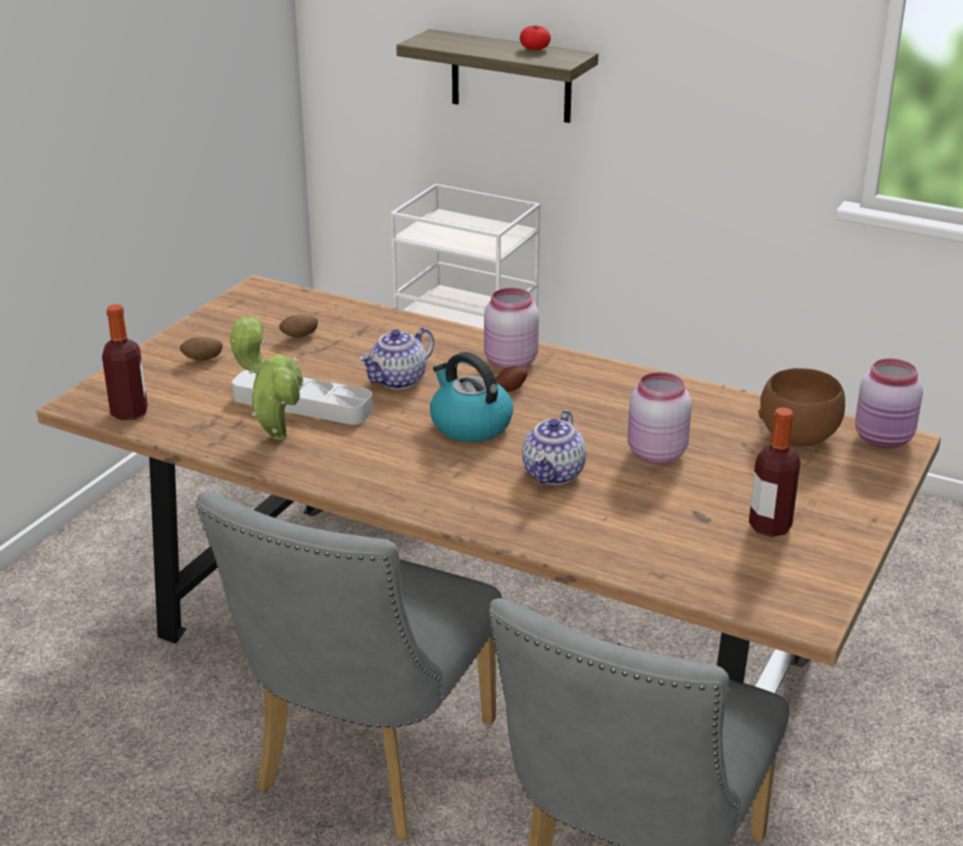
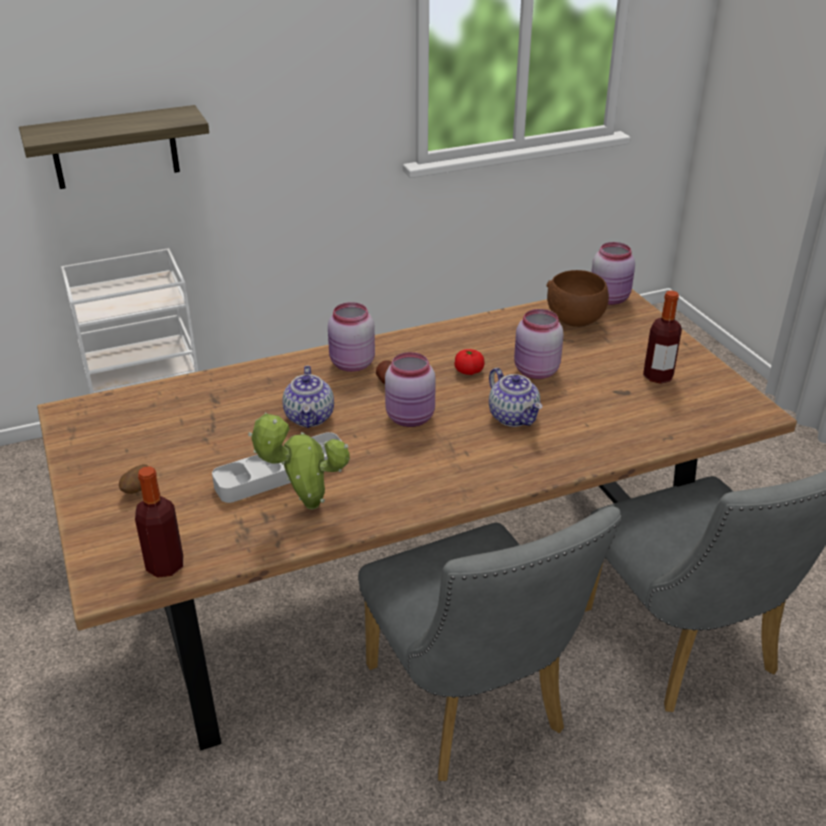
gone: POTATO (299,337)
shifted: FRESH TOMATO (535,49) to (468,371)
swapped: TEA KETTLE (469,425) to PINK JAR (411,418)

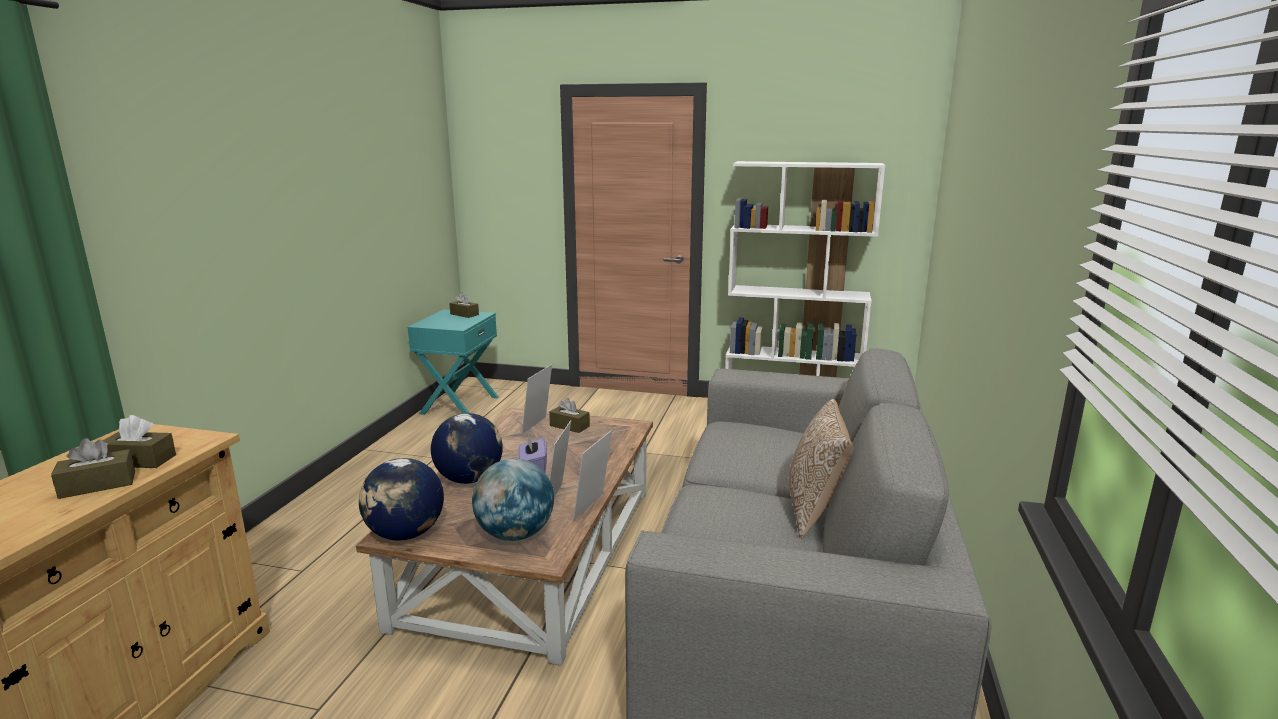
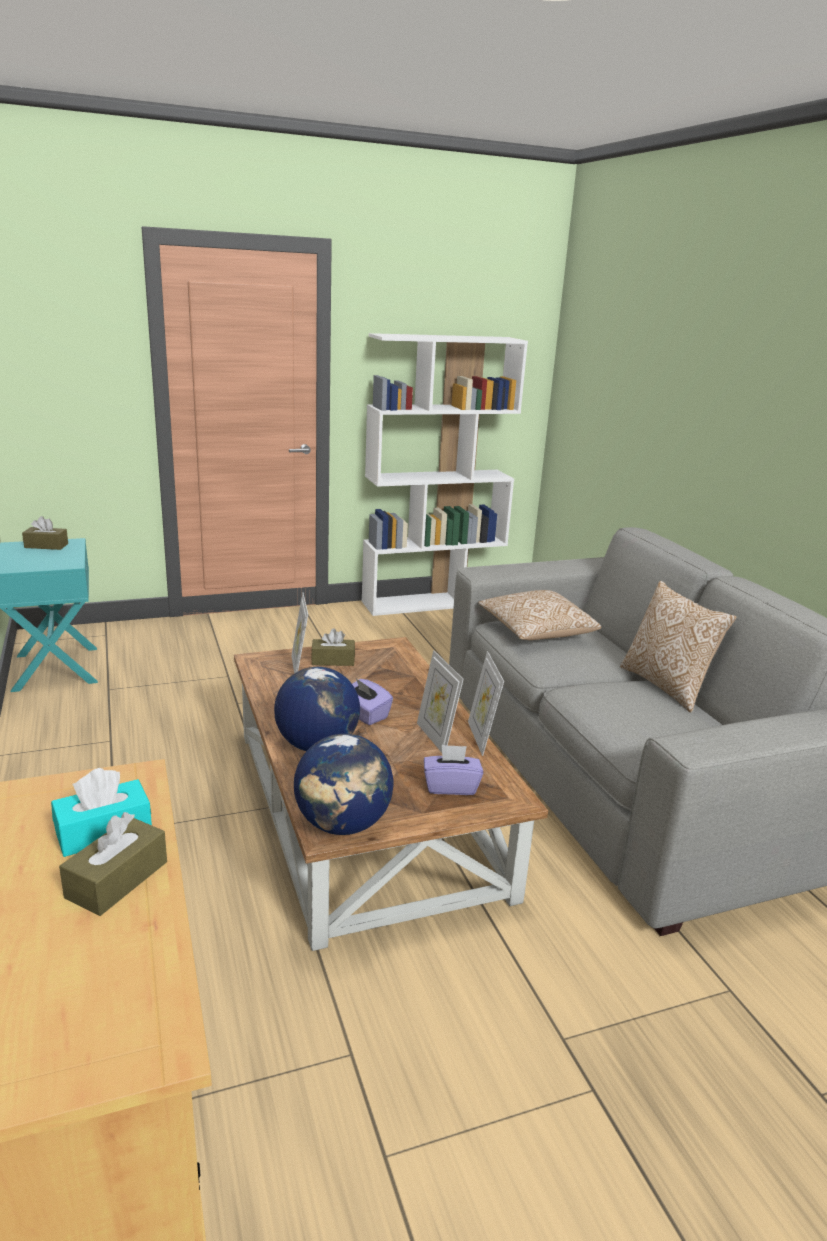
new: THROW PILLOW (535,632)
swapped: DESK GLOBE (515,534) to PURPLE TISSUE BOX (451,786)
repainted: BROWN TISSUE BOX (139,461) to TURQUOISE TISSUE BOX (104,832)

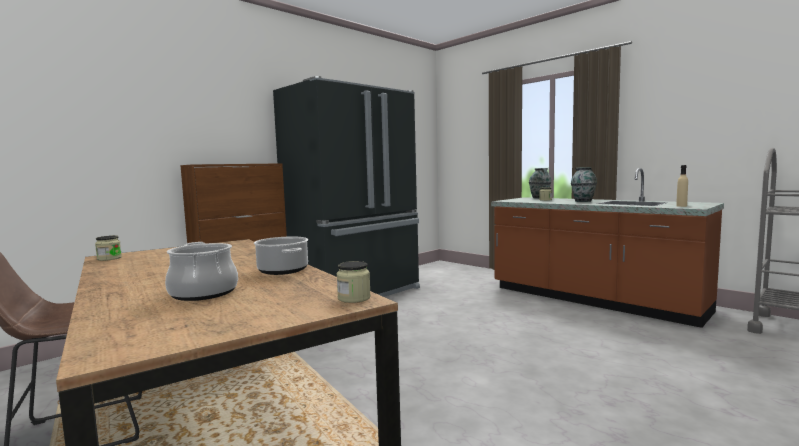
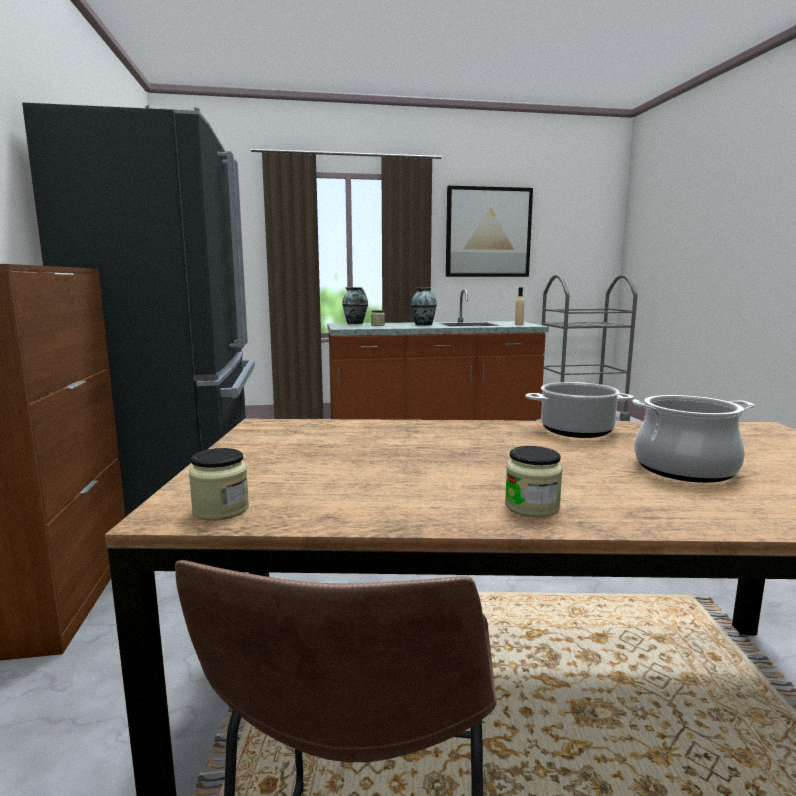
new: PICTURE (488,232)
shifted: JAR (354,298) to (532,507)

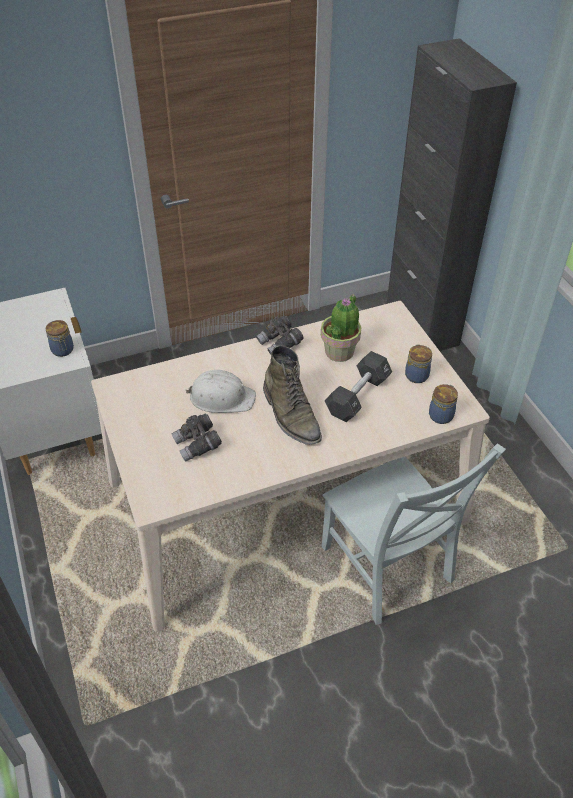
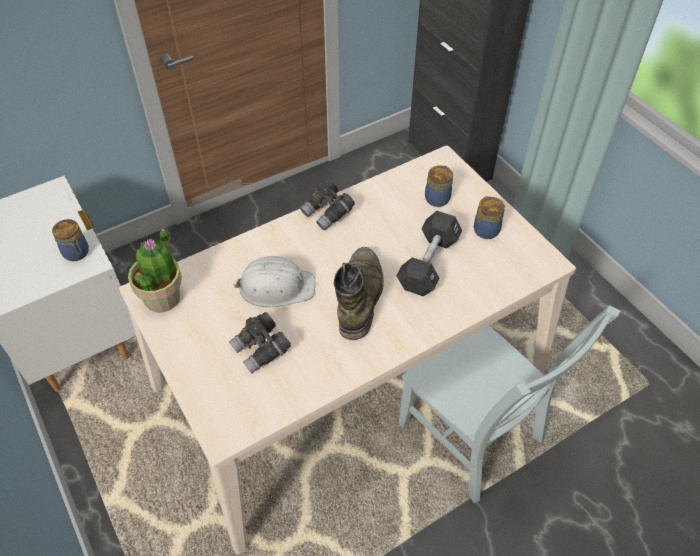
shifted: POTTED PLANT (340,351) to (163,297); JAR (441,415) to (437,198)
rotated: GREEN-COLOURED BOOT (291,414) = (360,296) 135 degrees counterclockwise

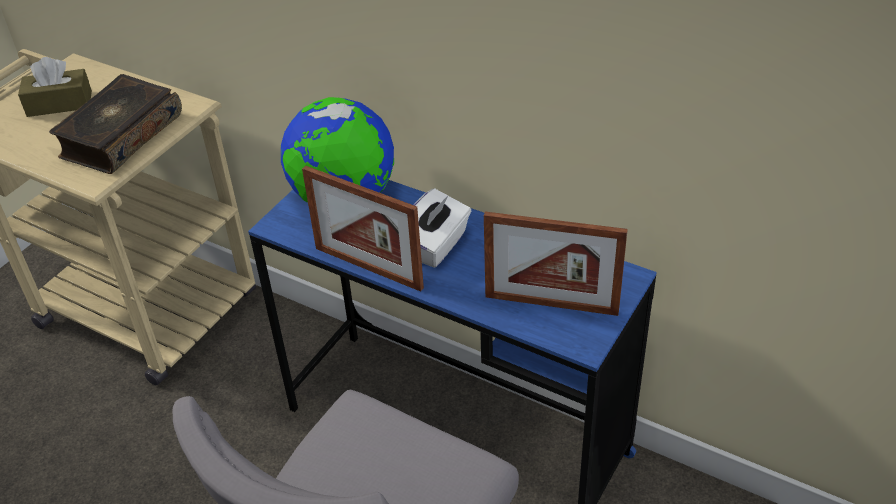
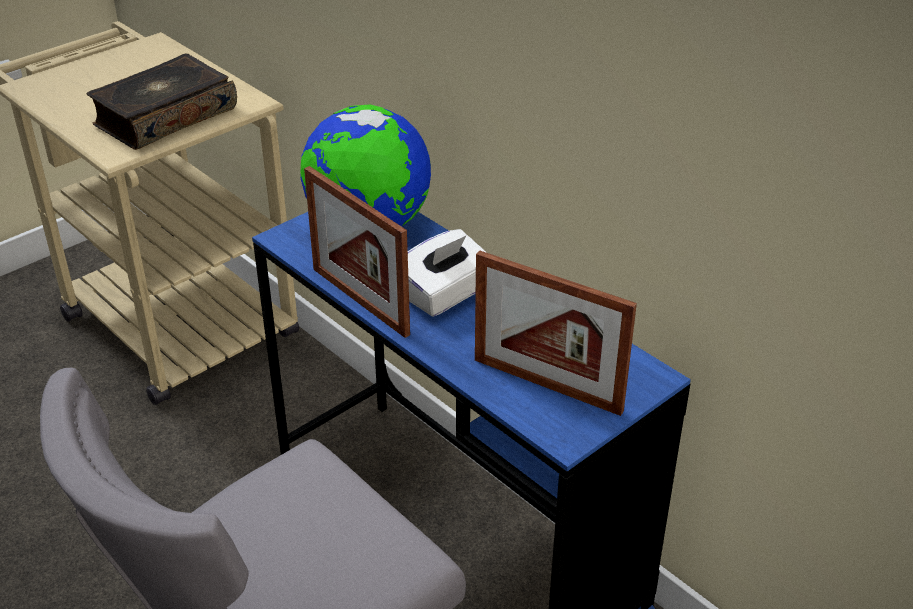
gone: BROWN TISSUE BOX (59,104)

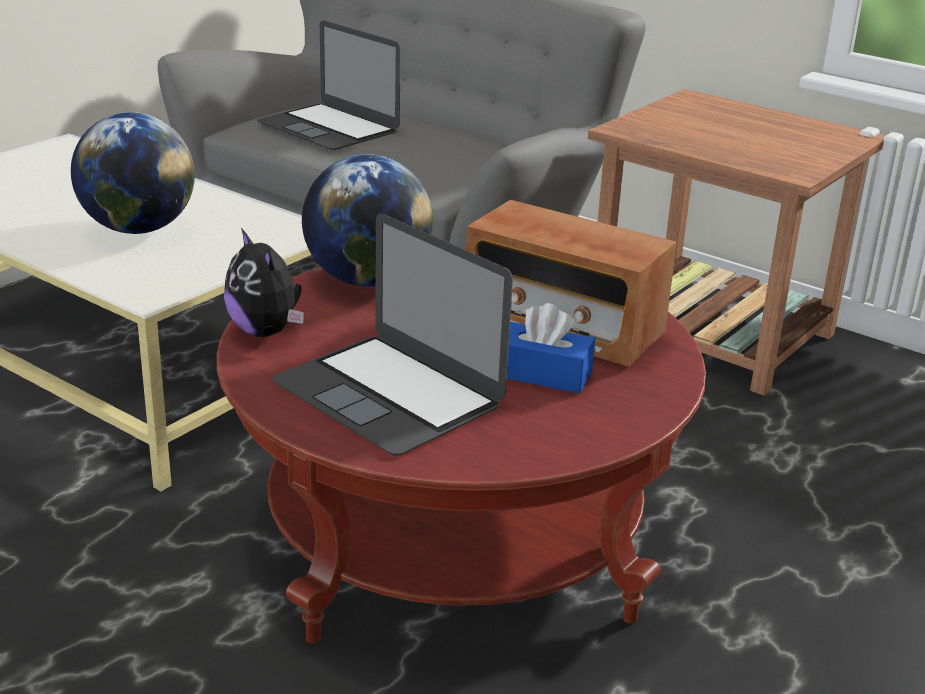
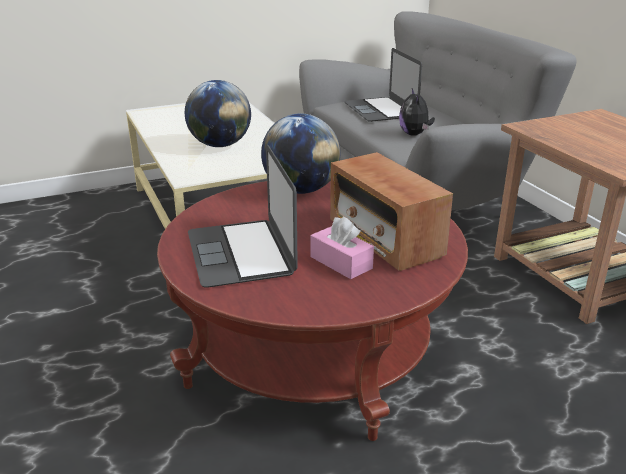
shifted: SOFT TOY (266,331) to (414,134)
repainted: BLUE-COLOURED TISSUE BOX (542,374) to PINK TISSUE BOX (341,262)

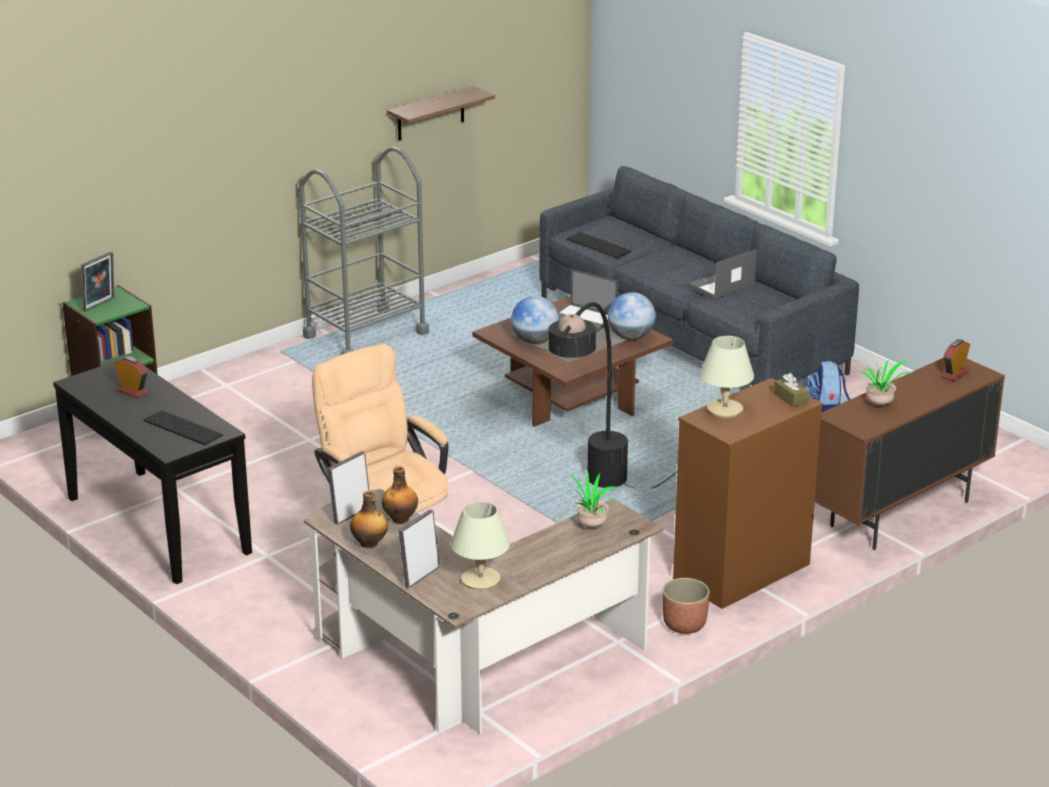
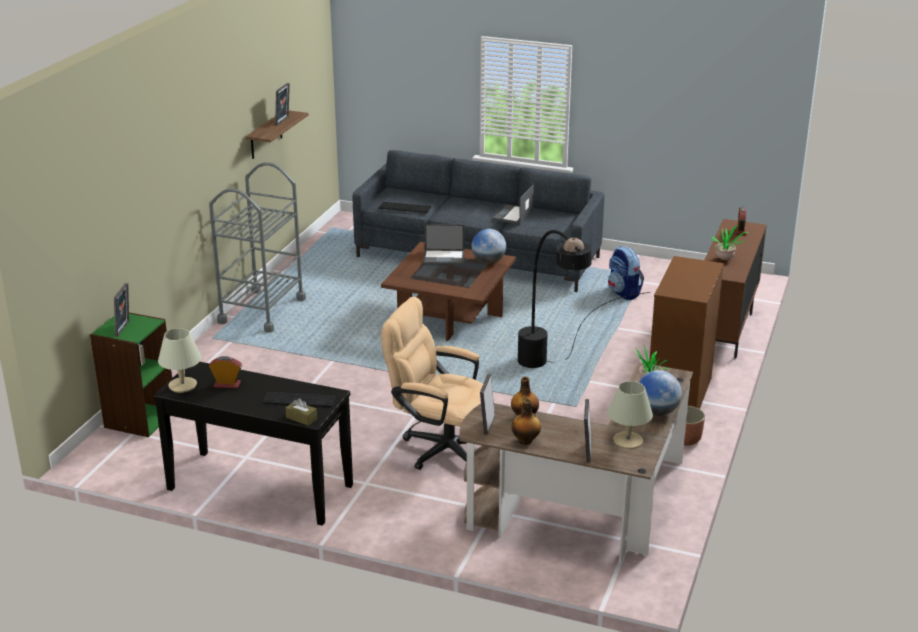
new: STANDING FRAME (283,121)
shifted: SAND-COLOURED TABLETOP LAMP (724,410) to (182,386); BROWN TISSUE BOX (790,398) to (301,418); DESK GLOBE (535,341) to (657,412)

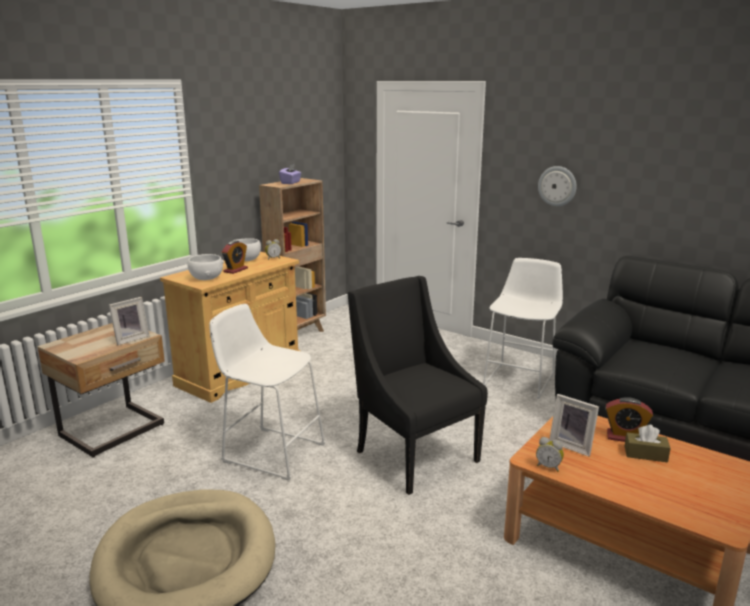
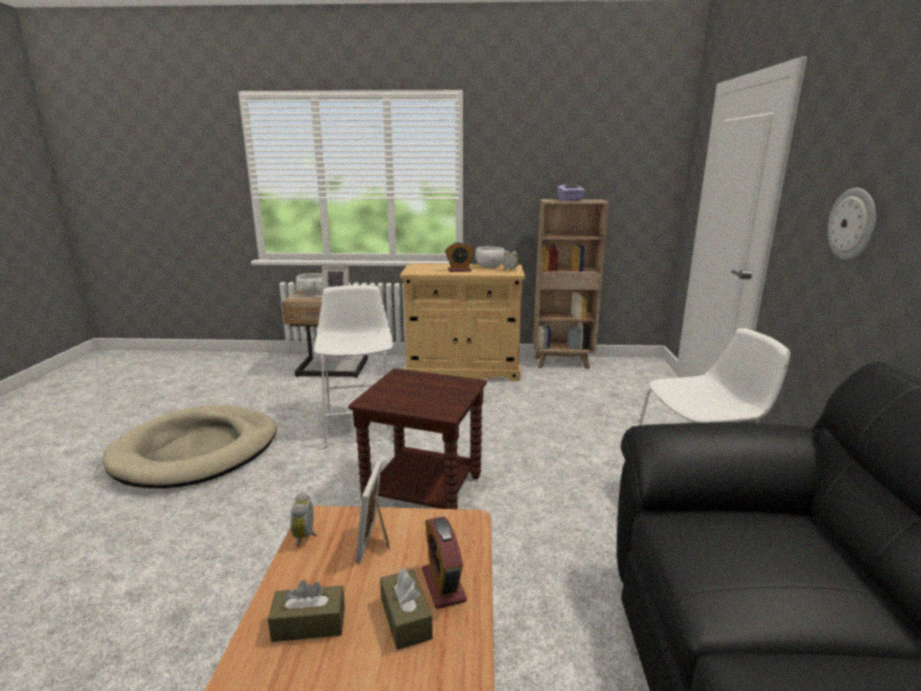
new: BROWN TISSUE BOX (309,624)
shifted: WHITISH DEEP DISH (206,278) to (312,294)
swapped: BLACK EASY CHAIR (413,455) to BROWN ACCENT TABLE (424,490)

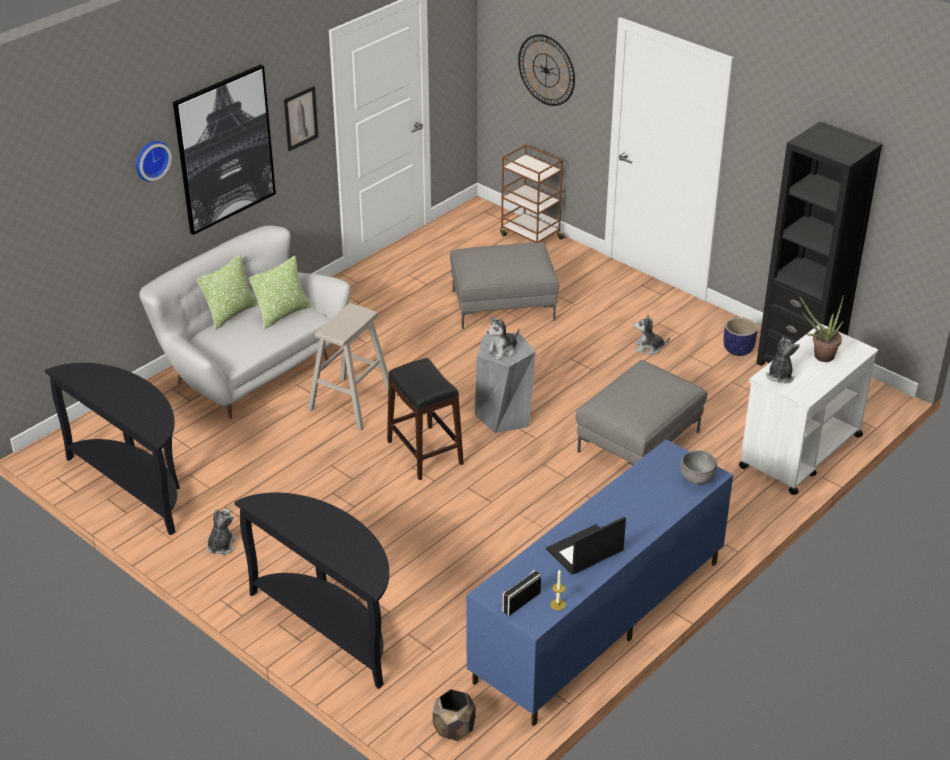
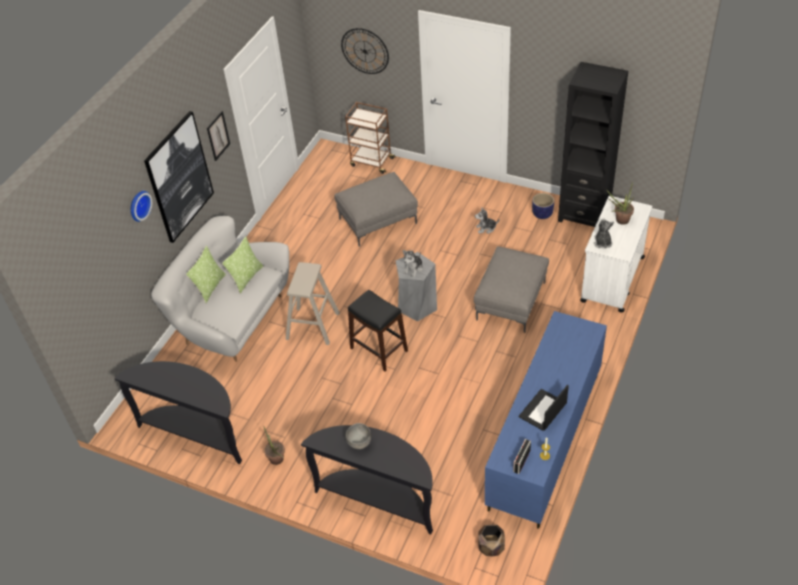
shifted: GREYISH DEEP DISH (697,479) to (359,443)
swapped: SOFT TOY (221,546) to POTTED PLANT (278,461)

